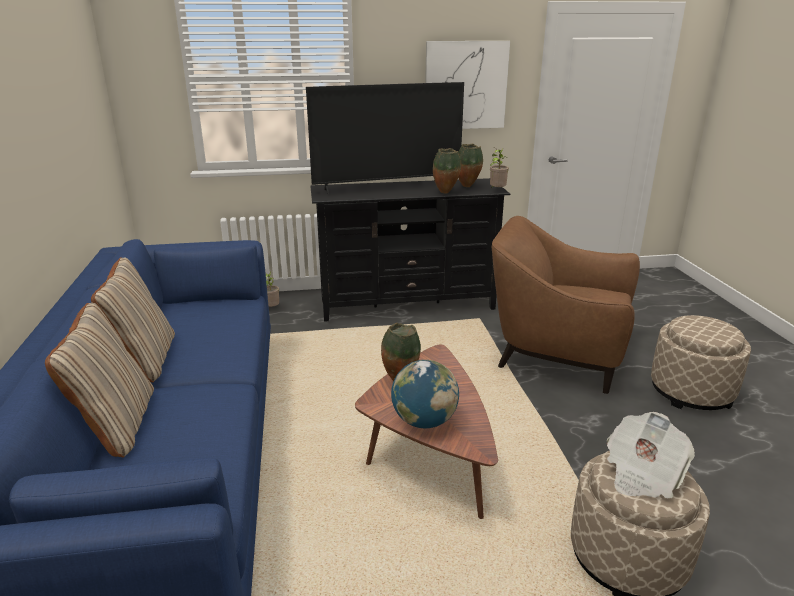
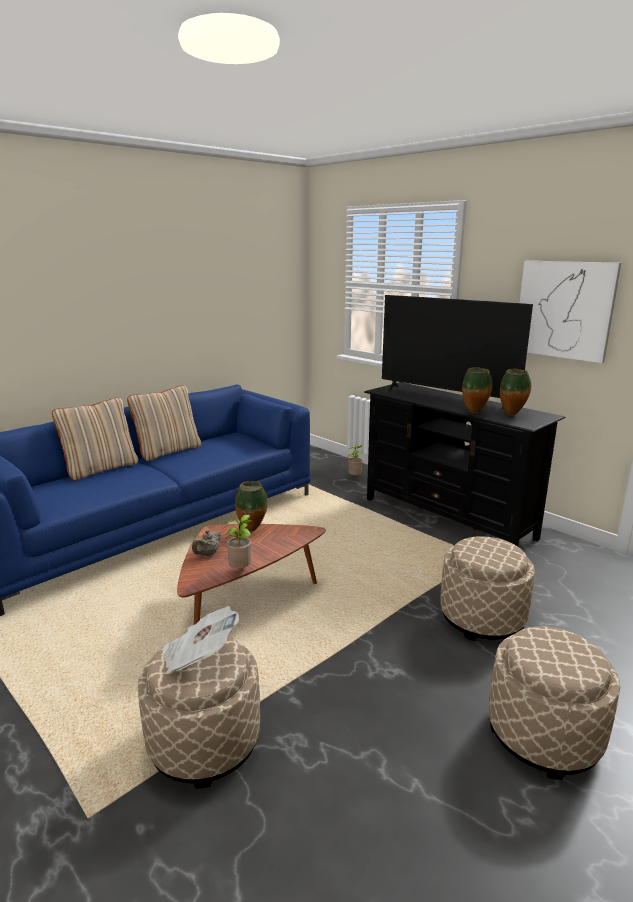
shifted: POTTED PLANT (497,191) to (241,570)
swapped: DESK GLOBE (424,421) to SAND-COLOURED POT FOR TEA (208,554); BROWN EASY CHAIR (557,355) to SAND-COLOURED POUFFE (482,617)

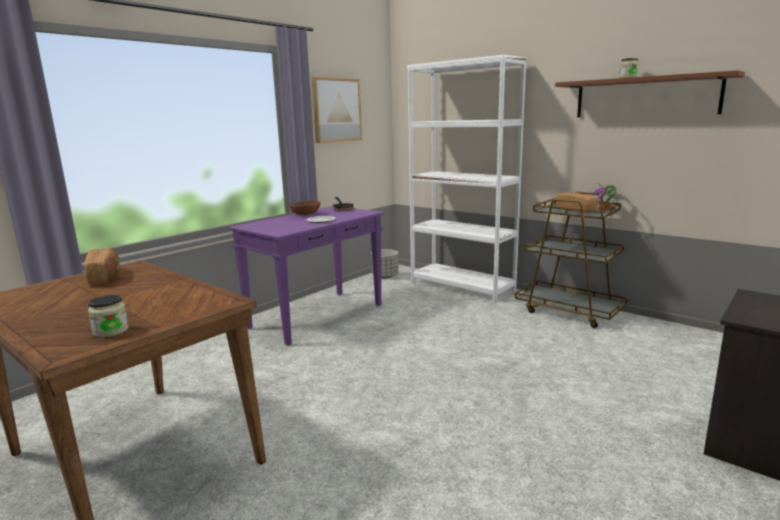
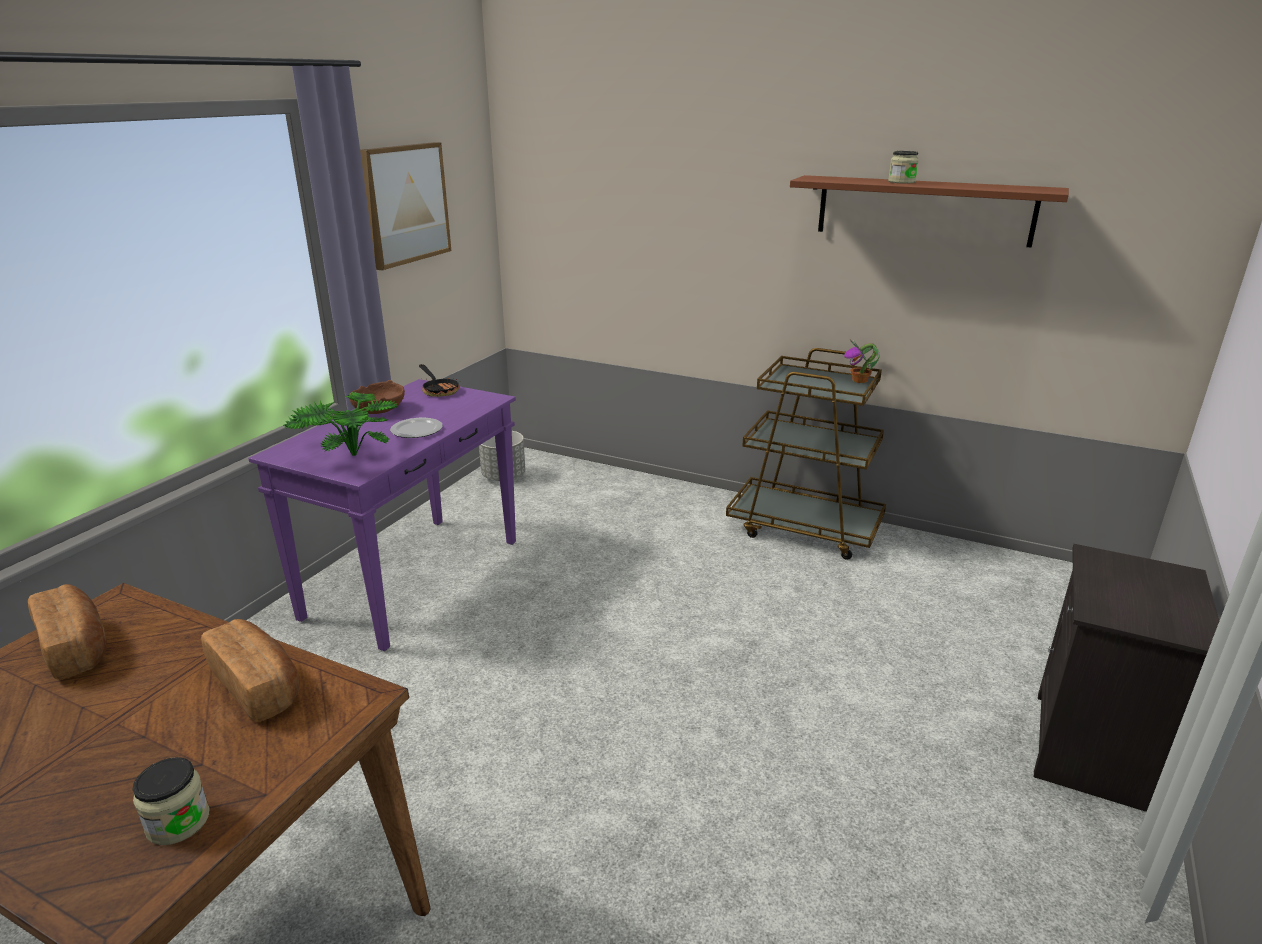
gone: WHITISH BOOKSHELF (462,286)
new: POTTED PLANT (348,458)
shifted: BREAD (576,210) to (258,685)

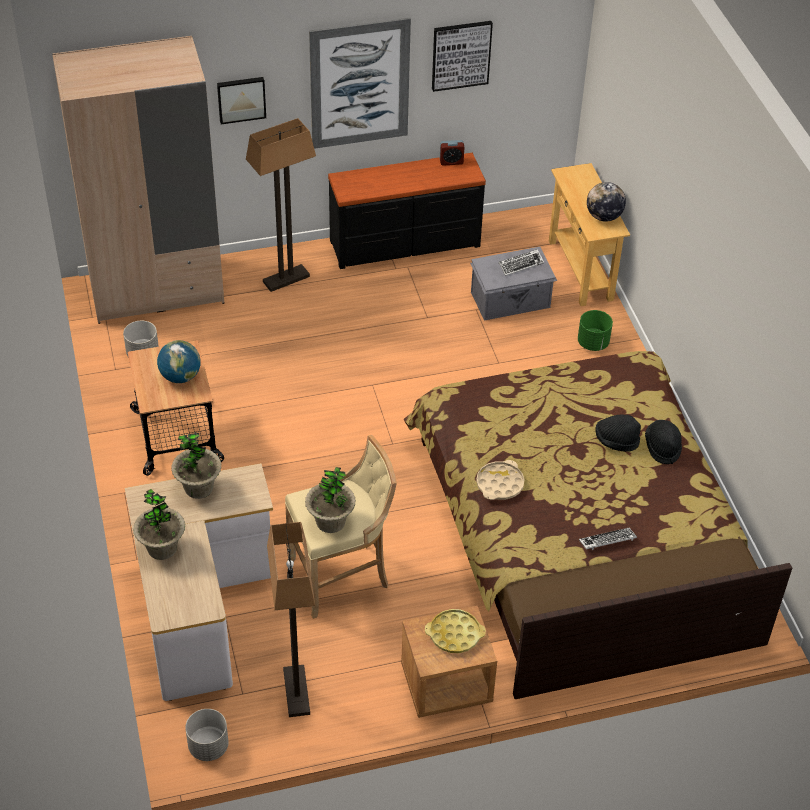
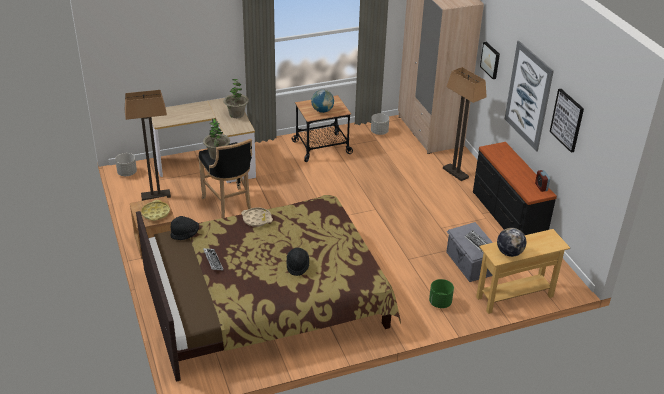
gone: POTTED PLANT (162,548)
shifted: BLACK WEARABLE HAT (662,448) to (185,234)
repainted: SAND-COLOURED STOOL SEAT (342,576) to BLACK STOOL SEAT (229,206)

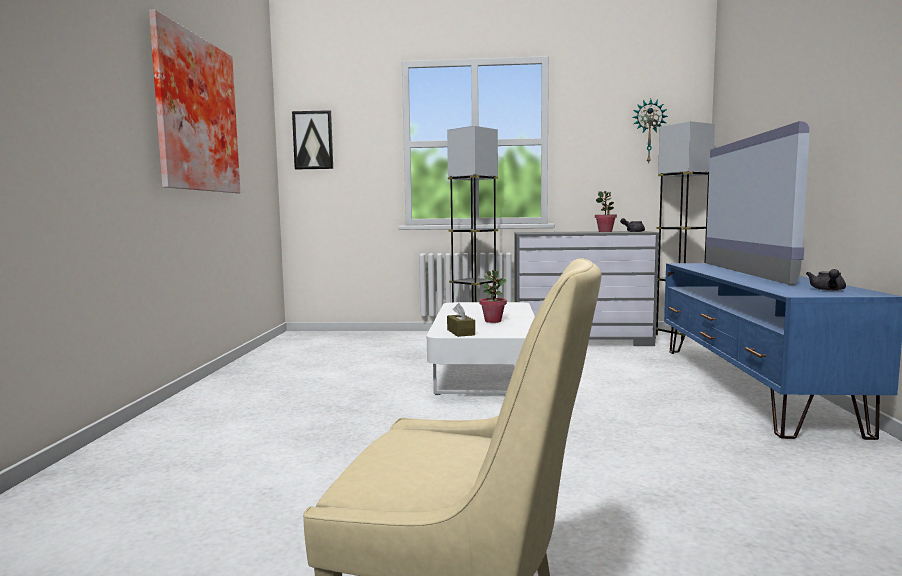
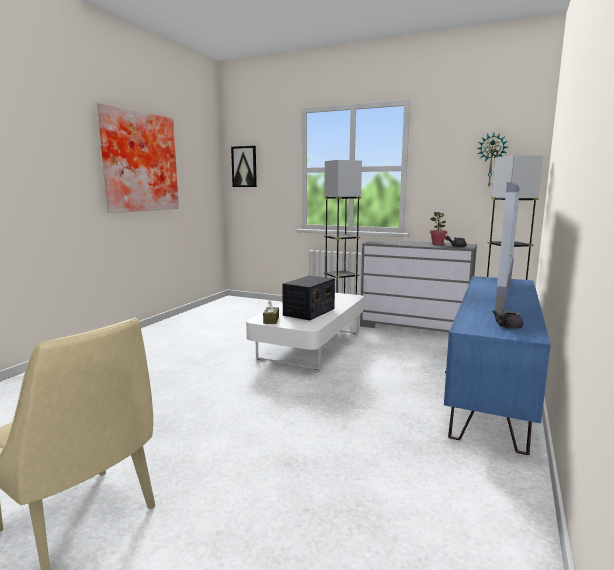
swapped: POTTED PLANT (493,321) to RADIO (309,312)

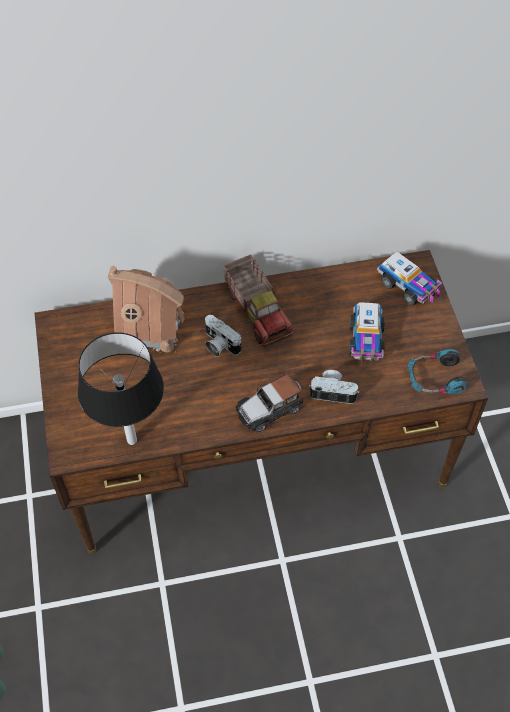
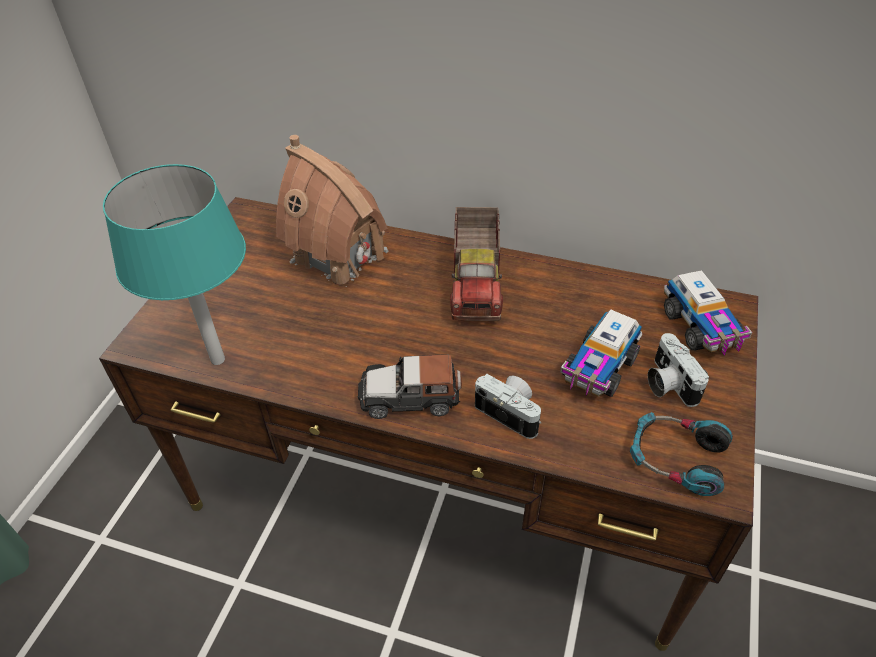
shifted: PHOTO CAMERA (219,345) to (667,383)
repainted: BLACK TABLETOP LAMP (131,440) to TURQUOISE TABLETOP LAMP (217,359)

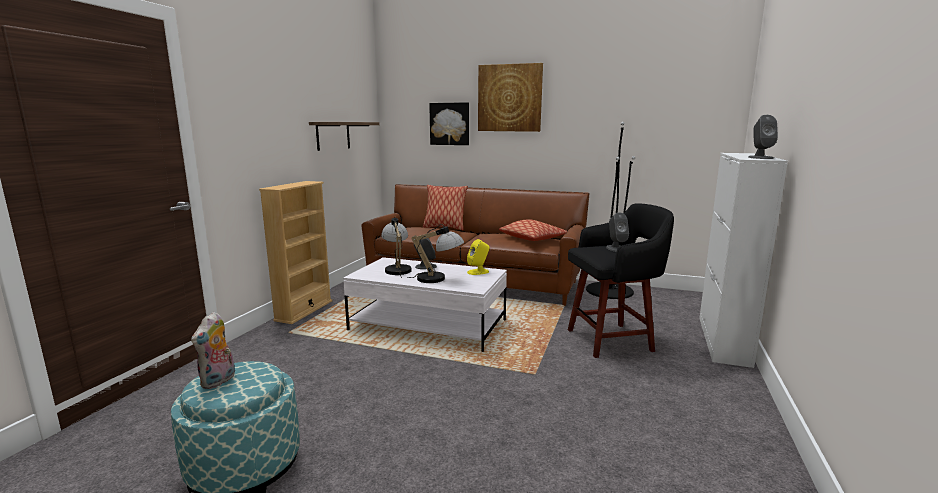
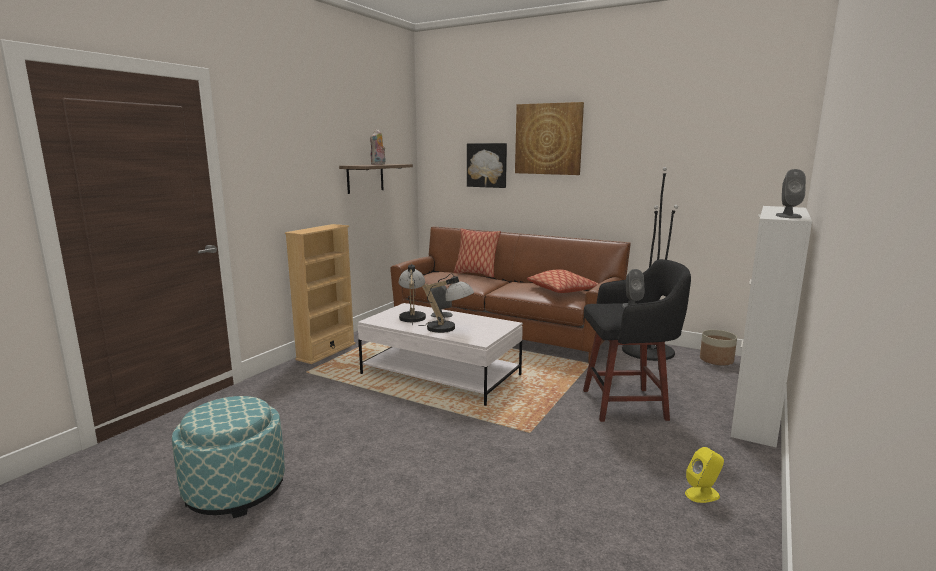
new: FLOWER POT (716,360)
shifted: SOFT TOY (219,381) to (378,164); YELLOW-COLOURED LOUDSPEAKER (478,272) to (702,494)

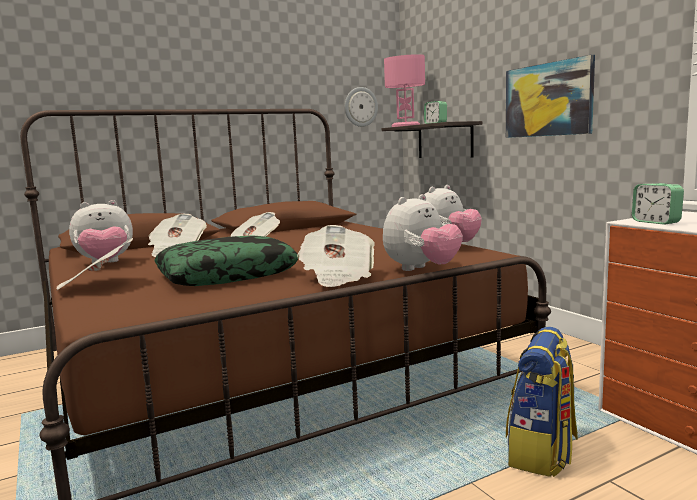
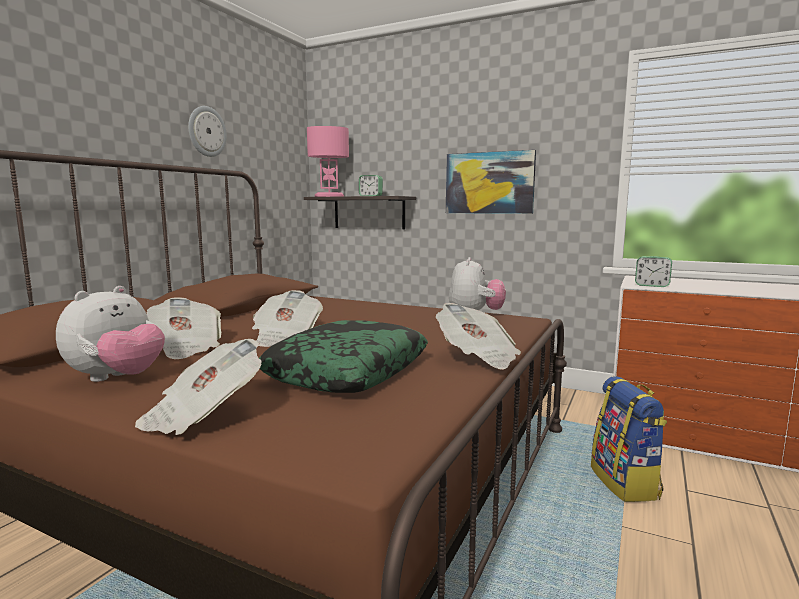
gone: SOFT TOY (421,269)
shifted: CLOCK ON THE WALL (360,107) to (206,131)

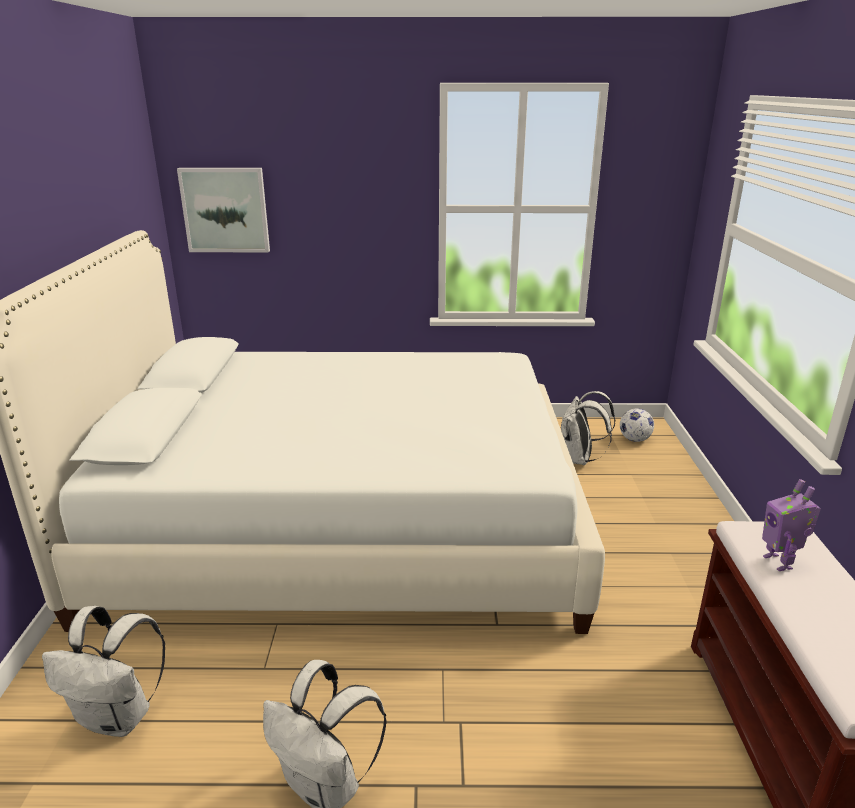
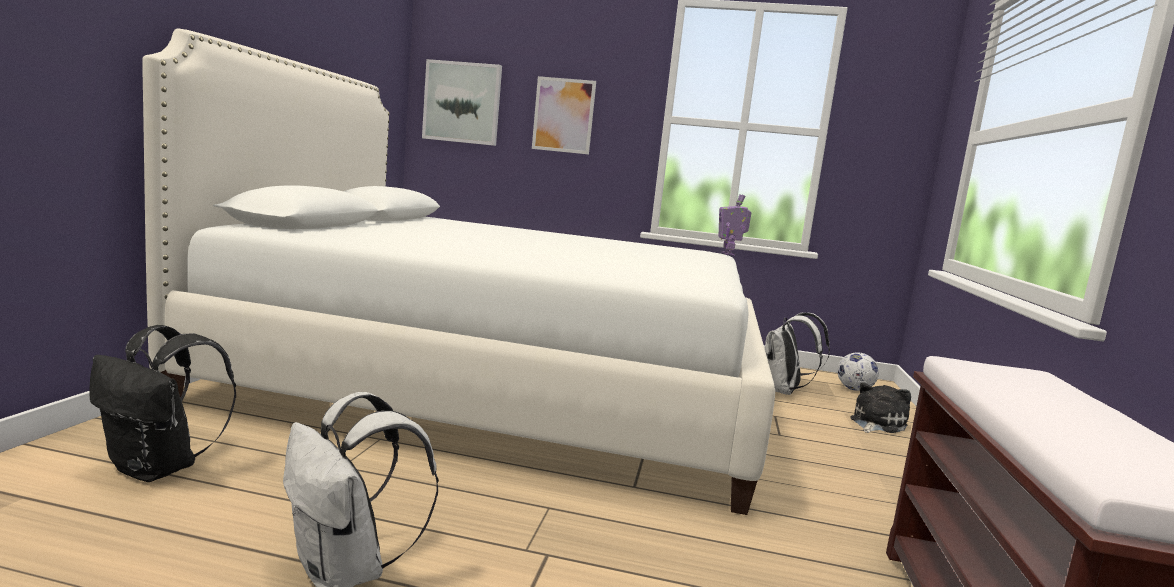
new: PICTURE (563,115); SOFT TOY (875,423)
shifted: MODEL ROBOT (779,562) to (729,254)
repainted: WHITISH KNAPSACK (119,717) to BLACK KNAPSACK (159,469)

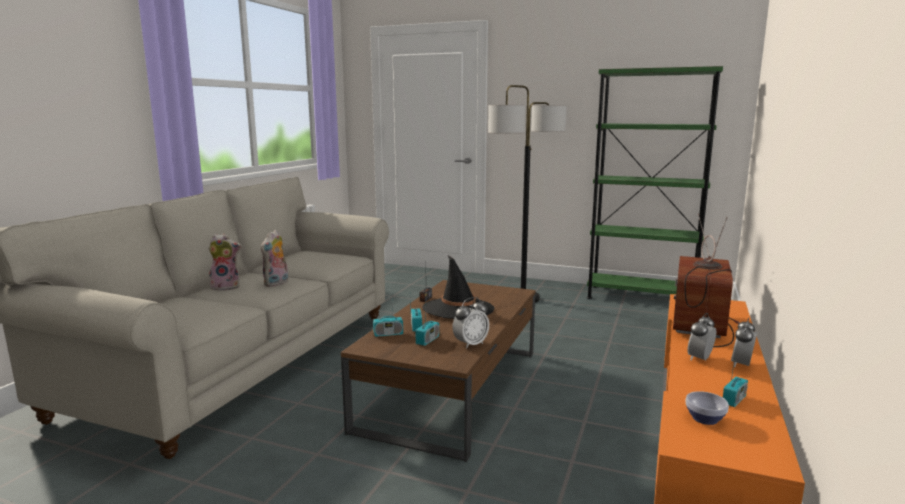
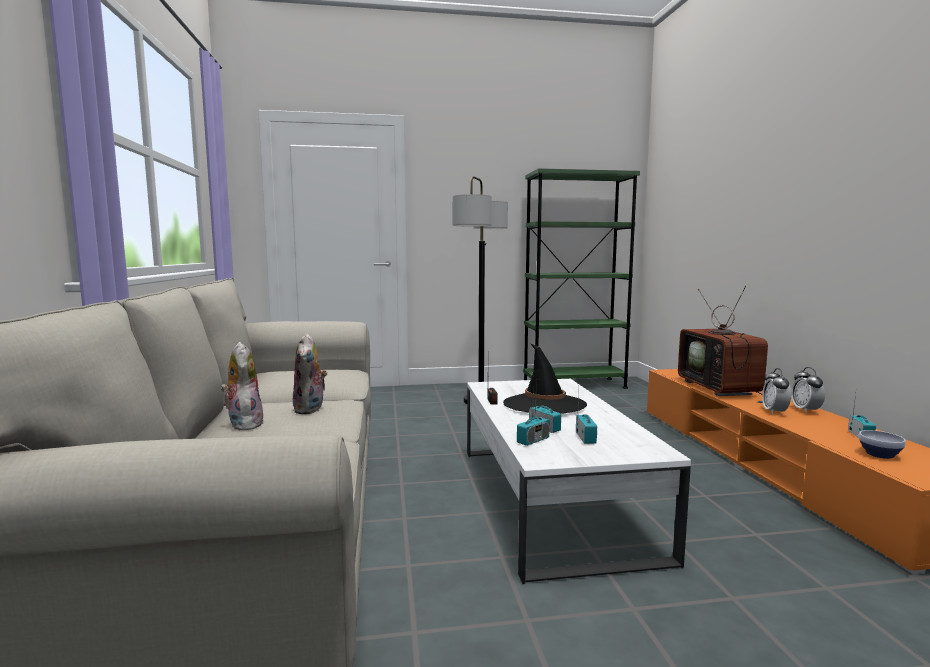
gone: BEDSIDE CLOCK (470,344)
repainted: BROWN LOUNGE TABLE (452,387) to WHITISH LOUNGE TABLE (550,497)
rotated: SOFT TOY (226,287) = (243,424) 75 degrees counterclockwise

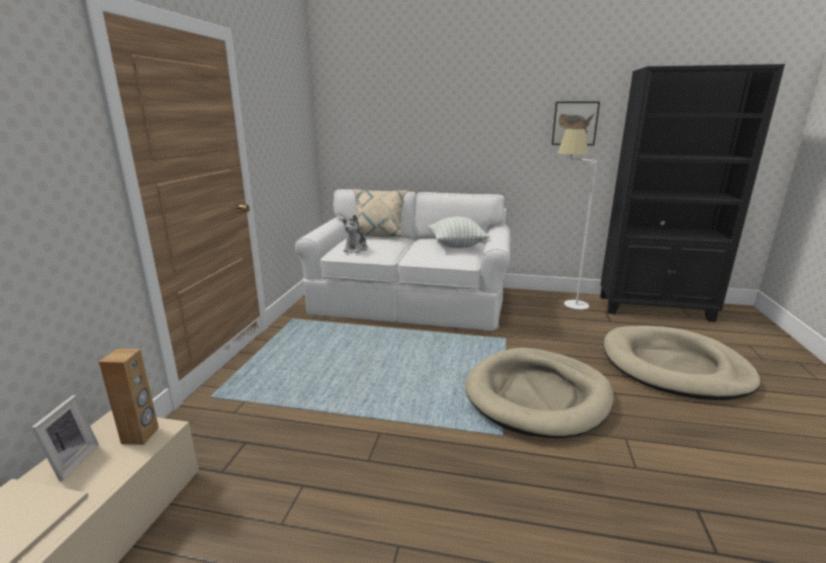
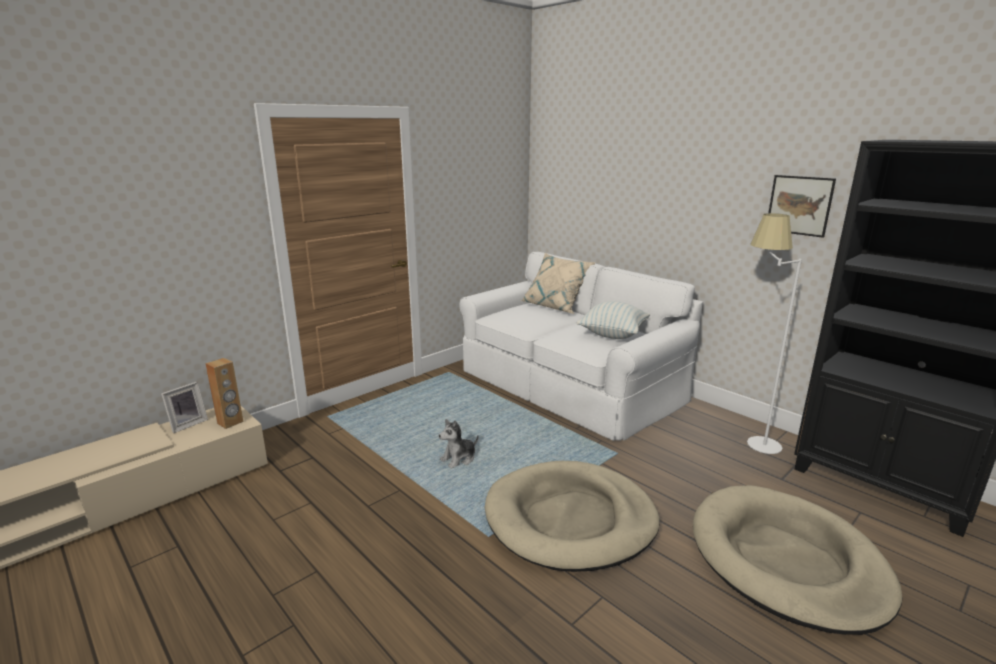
shifted: SOFT TOY (356,249) to (459,459)

